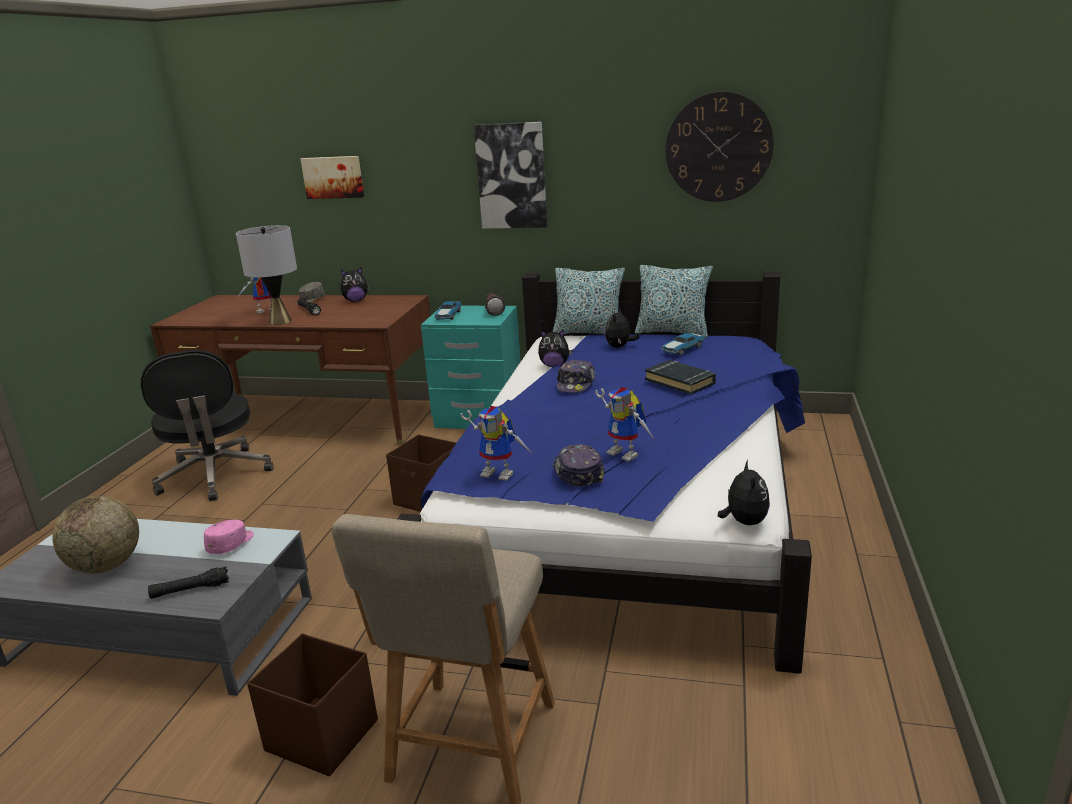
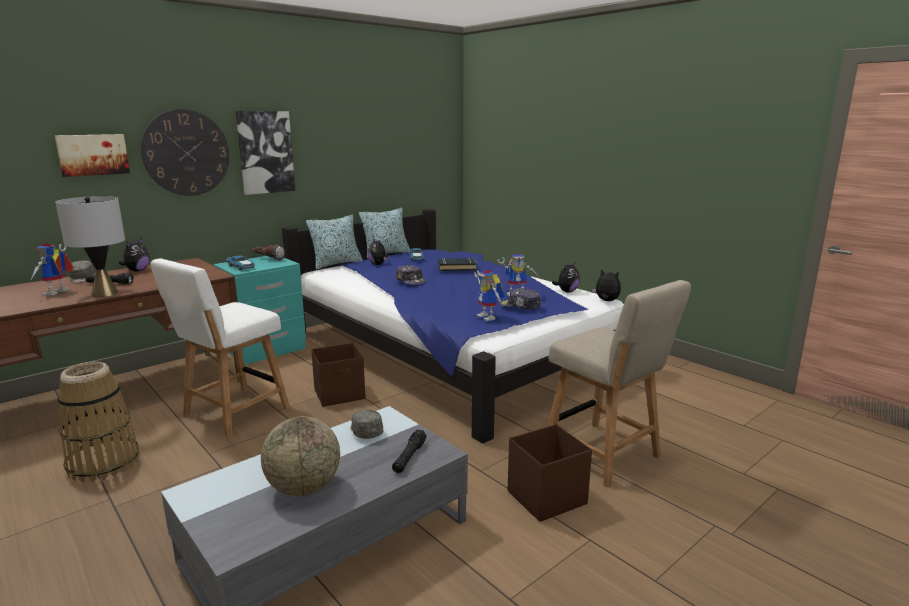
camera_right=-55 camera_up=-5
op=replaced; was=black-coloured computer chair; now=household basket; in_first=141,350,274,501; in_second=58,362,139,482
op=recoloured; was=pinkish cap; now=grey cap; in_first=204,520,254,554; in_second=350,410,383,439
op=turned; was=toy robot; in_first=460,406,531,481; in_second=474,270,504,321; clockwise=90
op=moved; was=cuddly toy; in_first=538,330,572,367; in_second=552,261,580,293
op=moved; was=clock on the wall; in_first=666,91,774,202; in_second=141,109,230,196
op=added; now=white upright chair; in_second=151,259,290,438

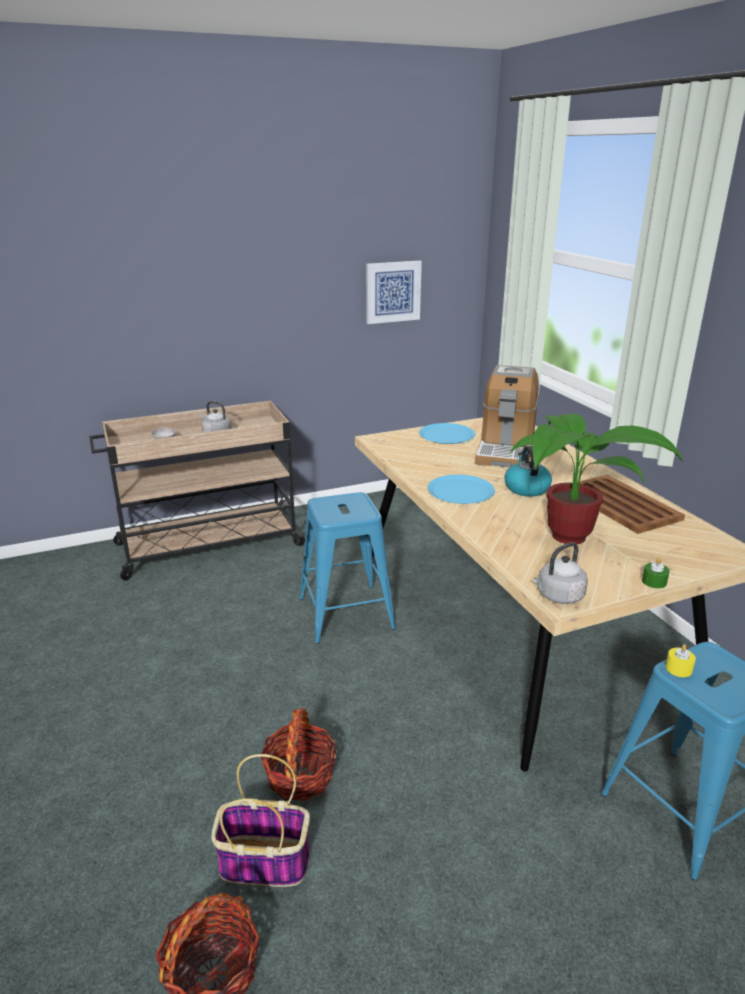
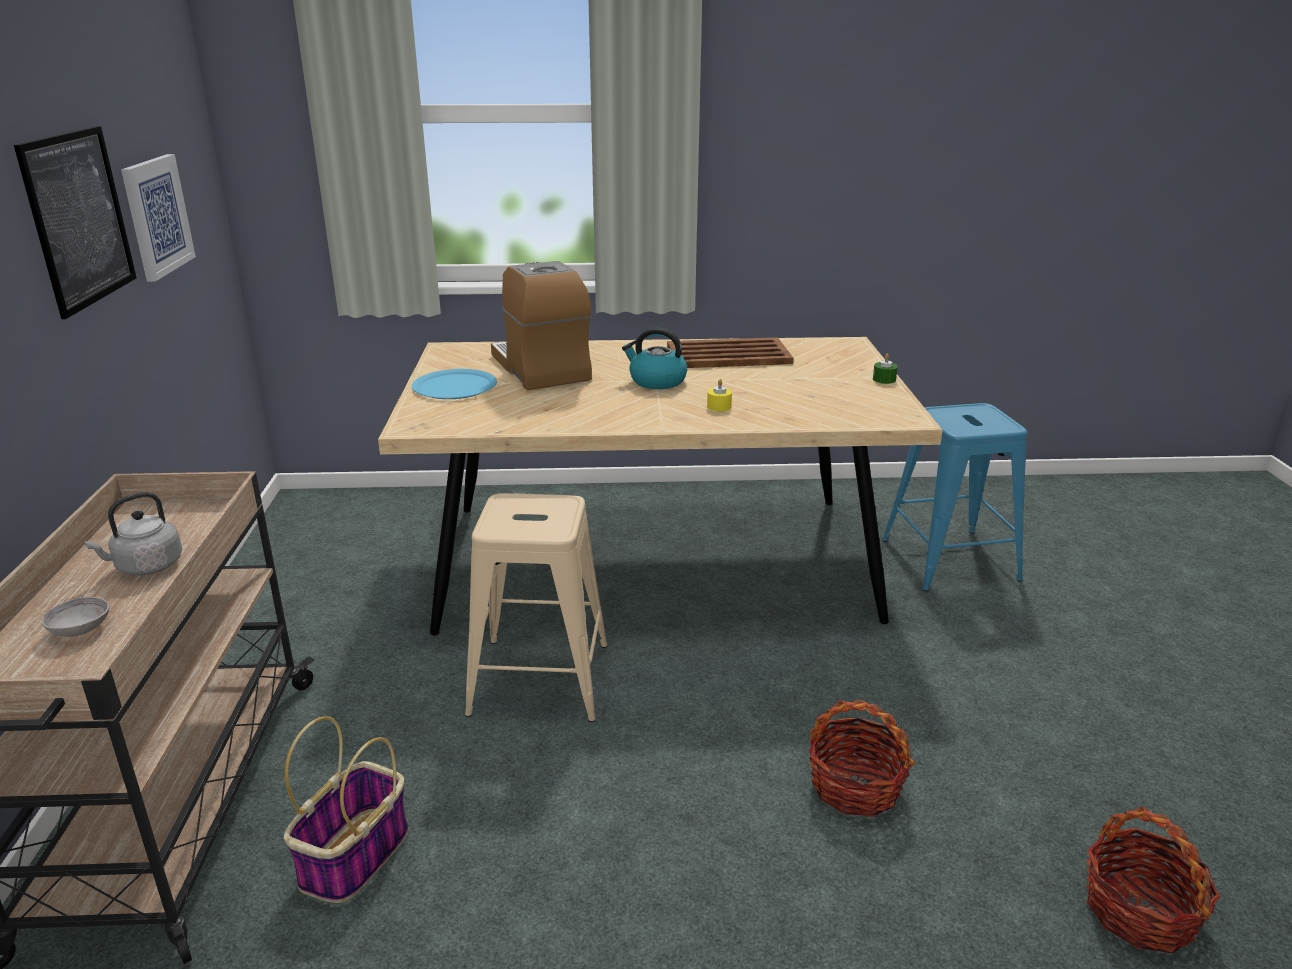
camera_right=-70 camera_up=0
op=moved; was=household basket; in_first=211,754,310,887; in_second=284,716,408,903
op=recoloured; was=blue-coloured stool seat; now=beige-coloured stool seat; in_first=299,492,396,644; in_second=465,493,608,722
op=removed; was=blue-coloured flat dish; in_first=428,475,495,504
op=turned; was=coffee brewer; in_first=475,365,539,467; in_second=491,261,592,390; clockwise=-150
op=removed; was=potted plant; in_first=510,413,684,544
op=removed; was=grey water kettle; in_first=533,542,588,604
op=moved; was=yellow candle; in_first=665,644,696,677; in_second=707,379,732,411
op=added; now=picture; in_second=14,126,137,319

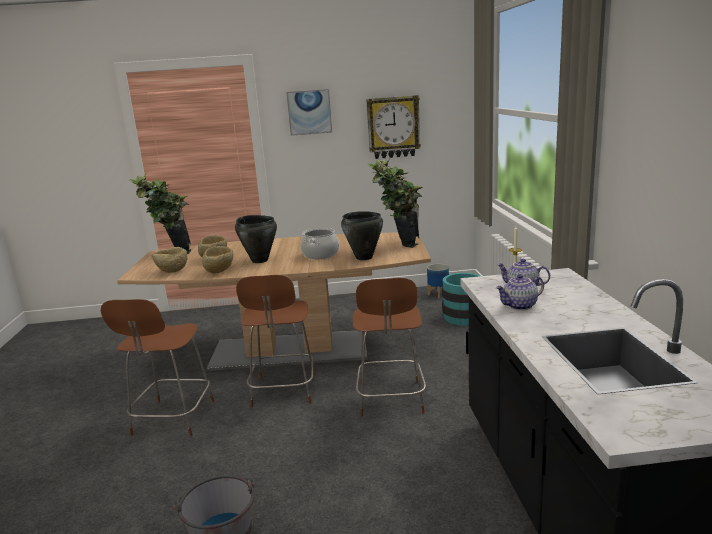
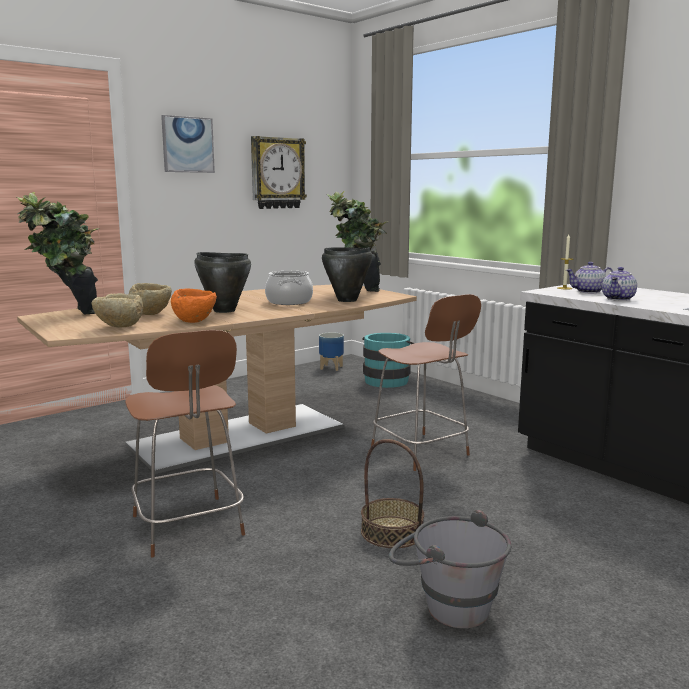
camera_right=-35 camera_up=-5
op=recoloured; was=beige-coloured deep dish; now=orangey deep dish; in_first=202,246,233,273; in_second=171,289,217,323
op=removed; was=brown-coloured upright chair; in_first=236,275,315,407
op=added; now=household basket; in_second=361,439,424,548

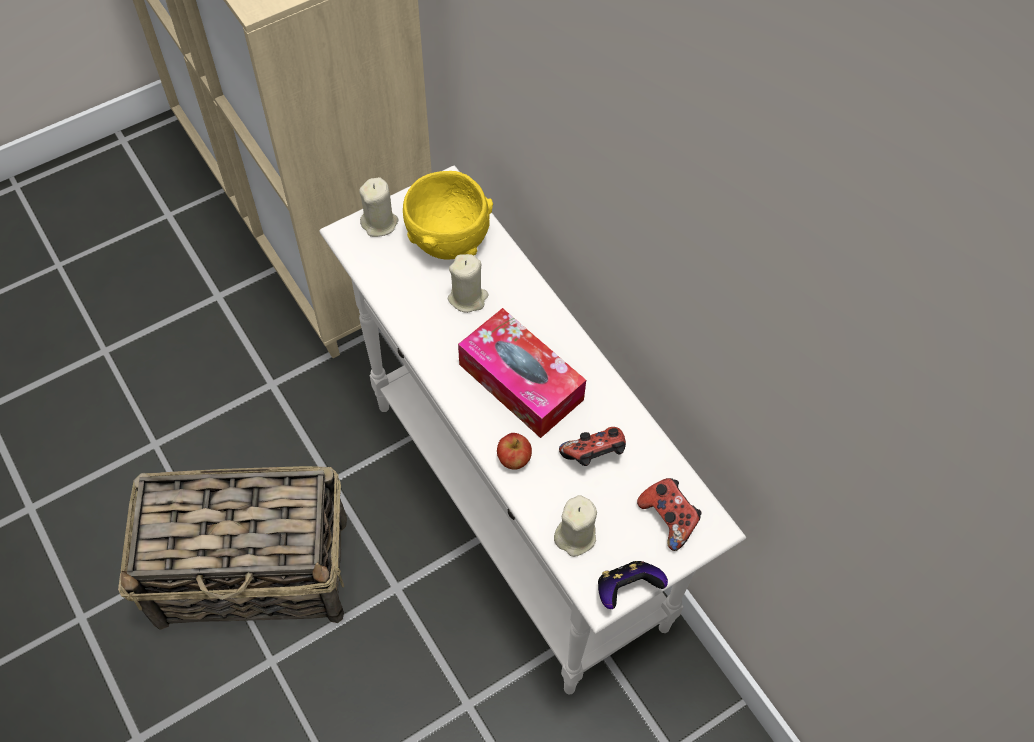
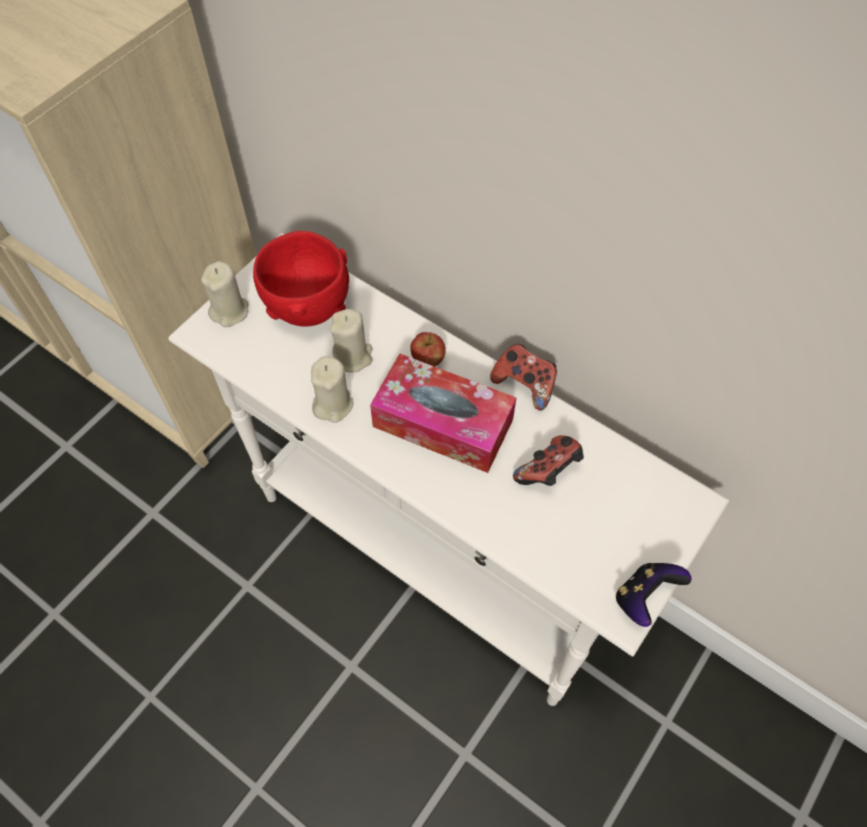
camera_right=-20 camera_up=0
op=removed; was=household basket; in_first=118,466,347,630
op=recoloured; was=yellow deep dish; now=red-coloured deep dish; in_first=403,171,493,260; in_second=253,231,349,327
op=moved; was=whole apple; in_first=497,433,532,470; in_second=410,332,446,367
op=moved; was=beige-coloured candle; in_first=554,495,597,557; in_second=311,356,354,423
op=moved; was=joypad; in_first=637,478,702,551; in_second=490,343,557,410

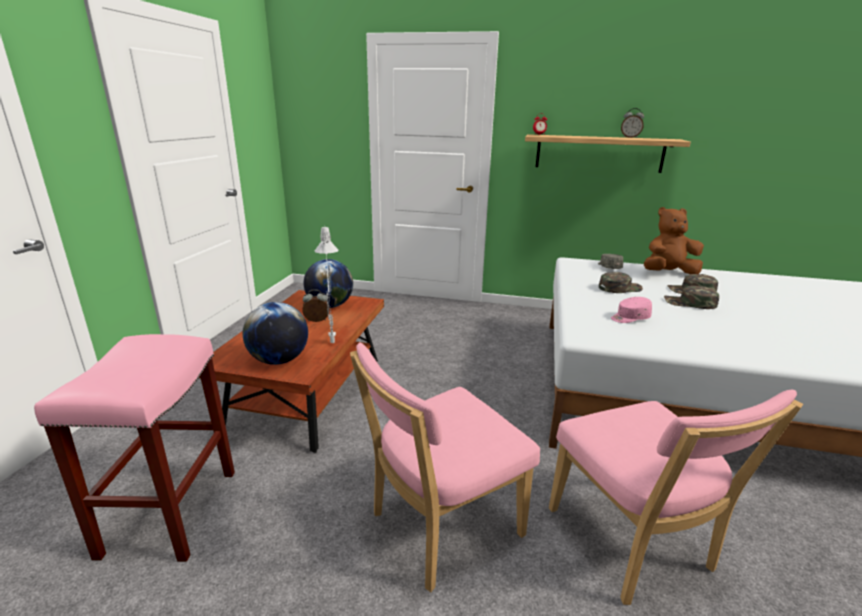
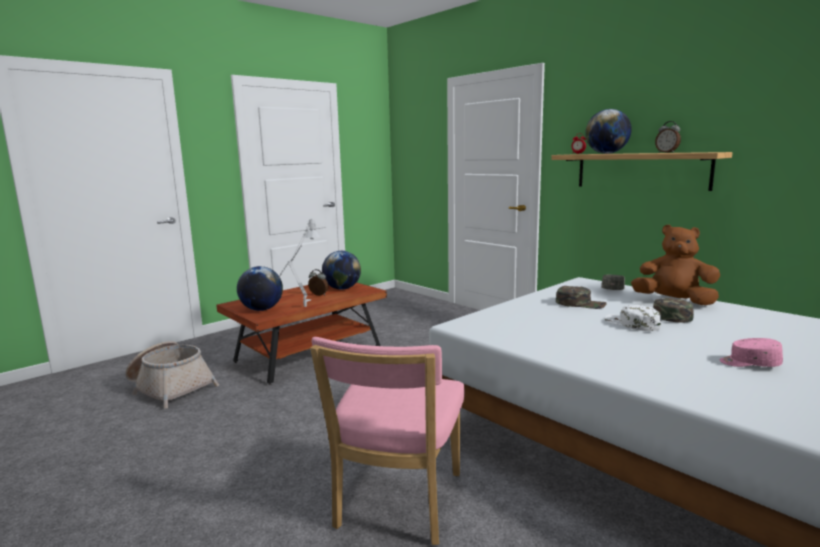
camera_right=35 camera_up=-10
op=replaced; was=pinkish stool seat; now=household basket; in_first=34,334,235,562; in_second=125,341,219,409
op=removed; was=pinkish upright chair; in_first=350,342,540,592
op=moved; was=pinkish cap; in_first=611,297,652,323; in_second=719,338,783,367
op=recoloured; was=green cap; now=white cap; in_first=664,286,719,309; in_second=605,305,661,331
op=added; now=desk globe; in_second=585,109,632,154

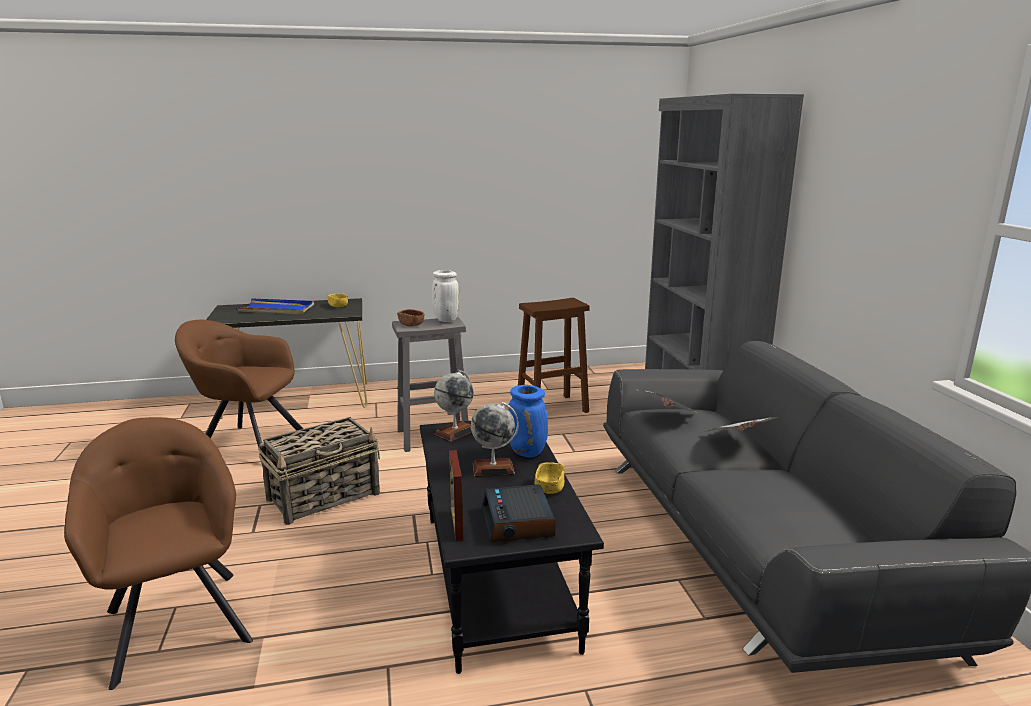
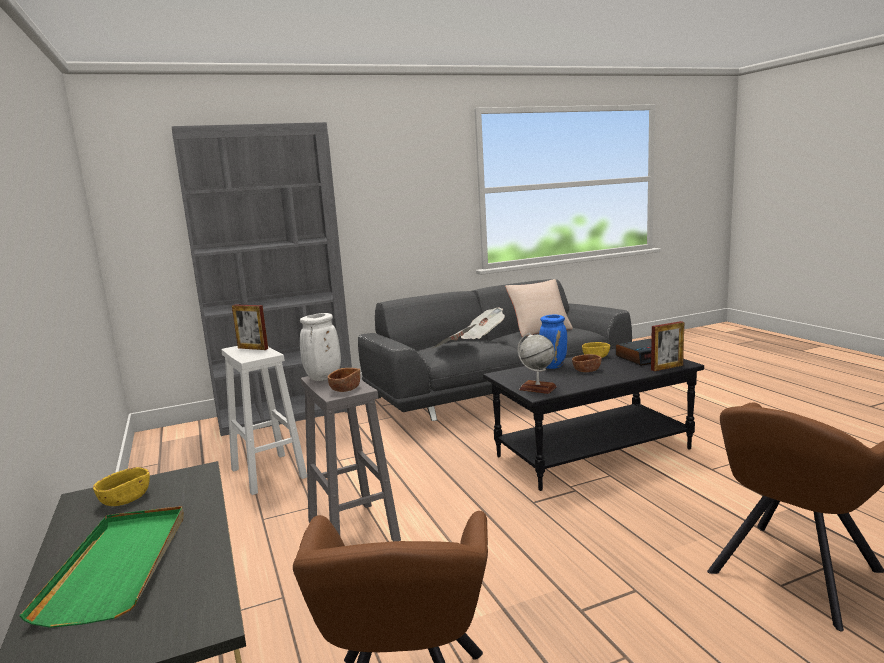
camera_right=-100 camera_up=-5
op=recoloured; was=blue-coloured tray; now=green tray; in_first=236,298,314,315; in_second=19,506,184,628
op=removed; was=household basket; in_first=258,417,380,525
op=replaced; was=desk globe; now=brown-coloured deep dish; in_first=471,402,519,477; in_second=572,354,602,372
op=recoloured; was=brown-coloured stool seat; now=white stool seat; in_first=518,298,590,413; in_second=221,346,307,495
op=added; now=picture frame; in_second=232,304,268,350
op=added; now=beige-coloured throw pillow; in_second=505,279,573,337

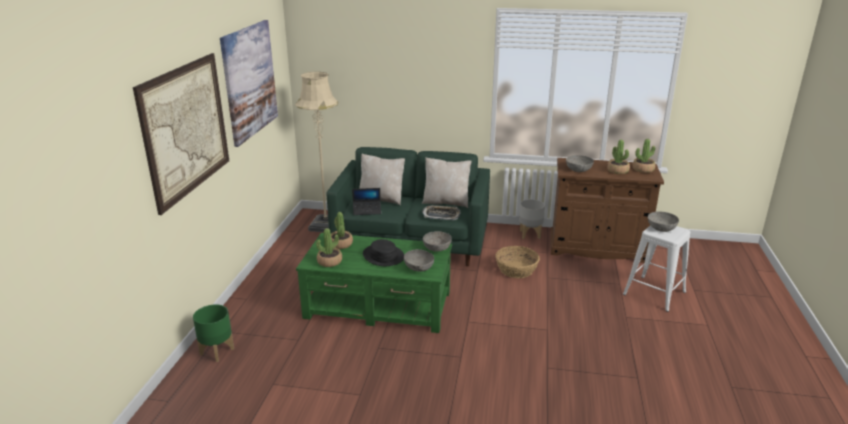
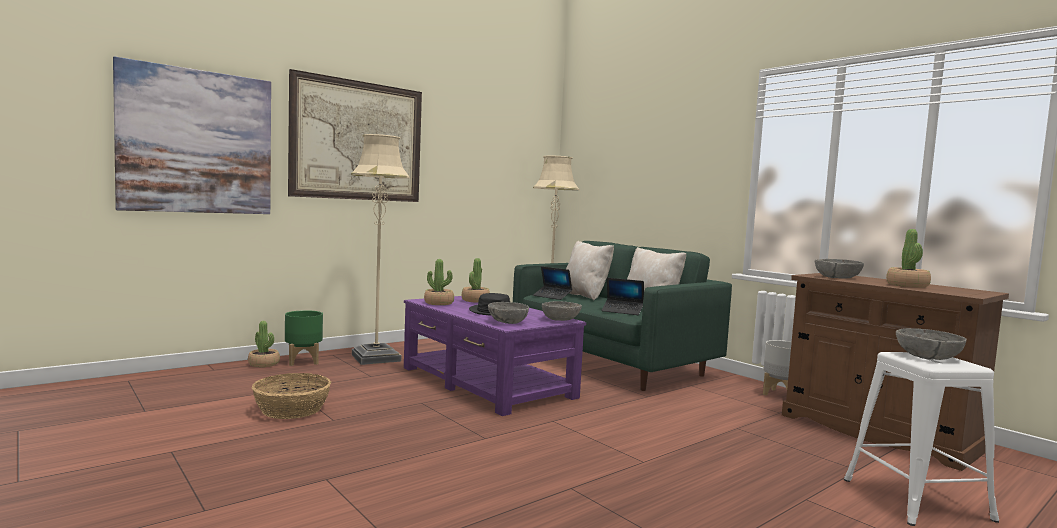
camera_right=40 camera_up=-20
op=moved; was=picture; in_first=220,20,278,147; in_second=113,57,271,214
op=recoloured; was=green low table; now=purplish low table; in_first=296,233,452,333; in_second=404,296,586,416
op=replaced; was=tray; now=laptop; in_first=422,205,461,220; in_second=601,278,644,315
op=moved; was=household basket; in_first=495,246,540,278; in_second=252,373,331,419
op=moved; was=potted plant; in_first=632,139,655,173; in_second=248,321,280,367
op=added; now=beige-coloured standing lamp; in_second=351,134,410,365

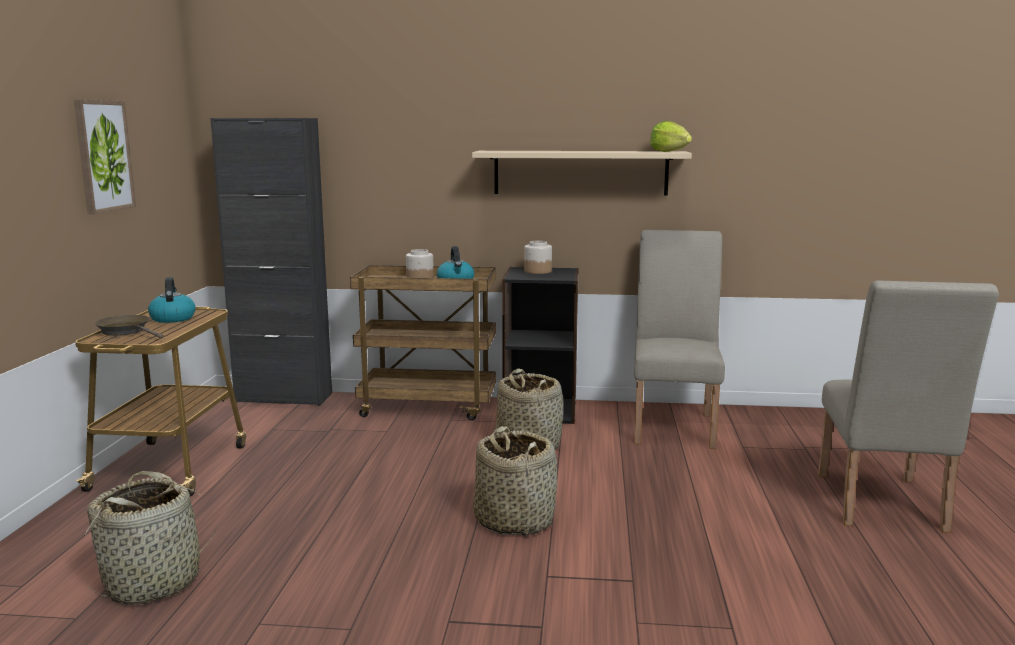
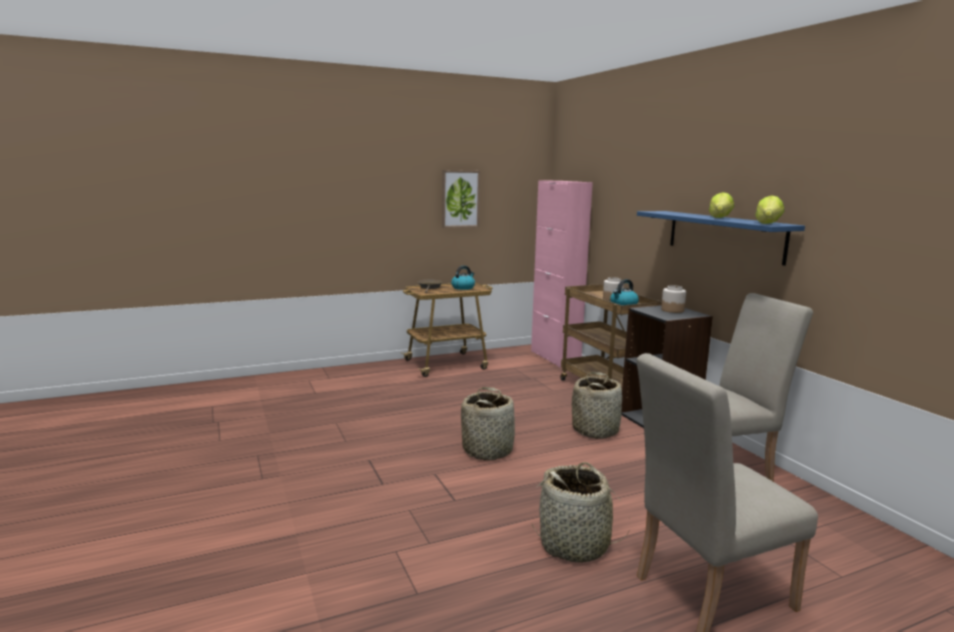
camera_right=60 camera_up=0
op=moved; was=household basket; in_first=86,471,217,605; in_second=532,462,630,563
op=recoloured; was=black-coloured storage cabinet; now=pinkish storage cabinet; in_first=210,118,332,406; in_second=531,180,593,368
op=recoloured; was=beige-coloured bracket shelf; now=blue-coloured bracket shelf; in_first=472,151,692,195; in_second=637,211,805,266
op=added; now=lettuce head; in_second=709,192,734,218

